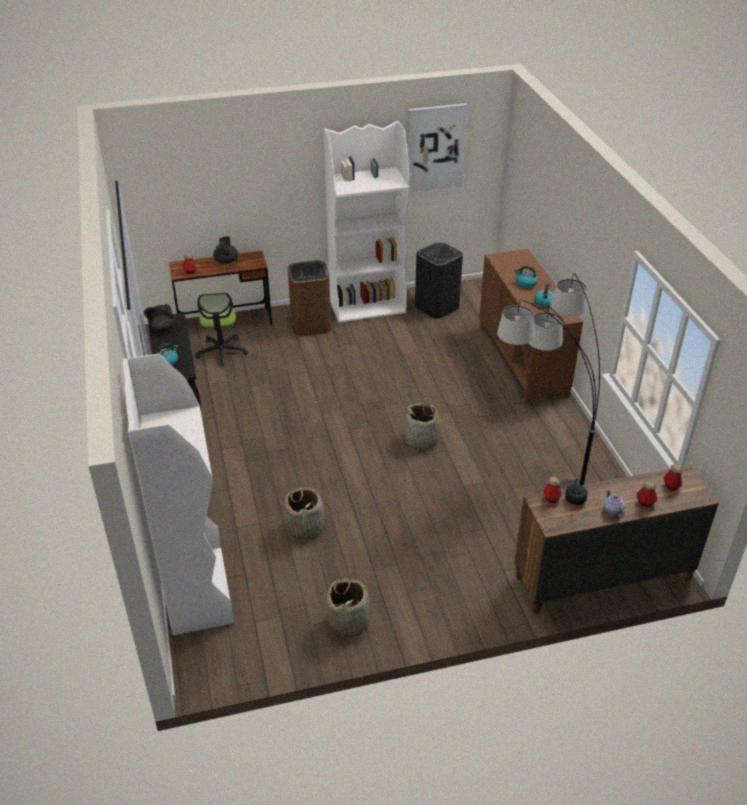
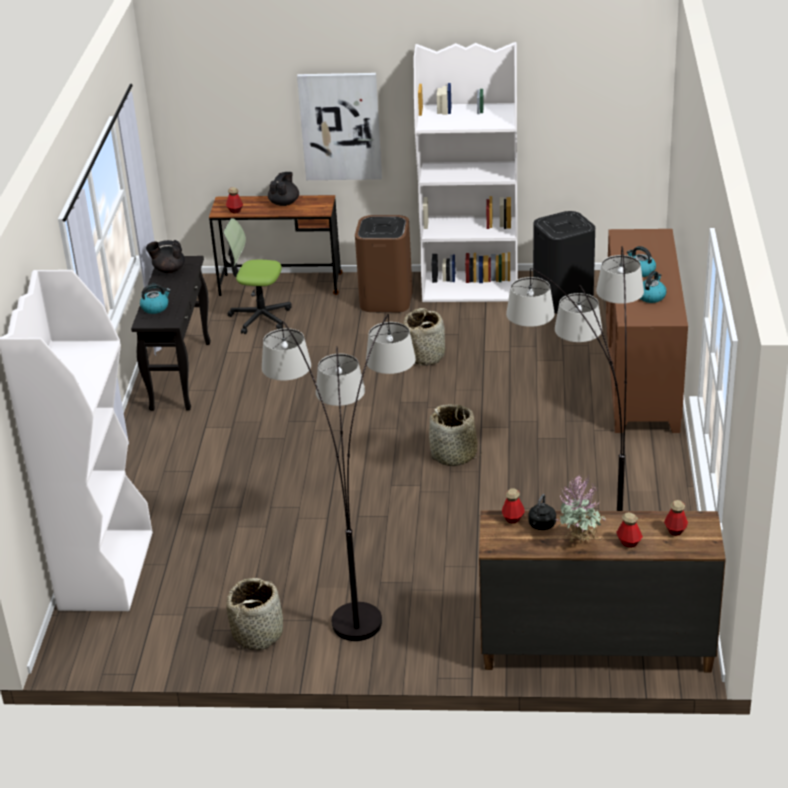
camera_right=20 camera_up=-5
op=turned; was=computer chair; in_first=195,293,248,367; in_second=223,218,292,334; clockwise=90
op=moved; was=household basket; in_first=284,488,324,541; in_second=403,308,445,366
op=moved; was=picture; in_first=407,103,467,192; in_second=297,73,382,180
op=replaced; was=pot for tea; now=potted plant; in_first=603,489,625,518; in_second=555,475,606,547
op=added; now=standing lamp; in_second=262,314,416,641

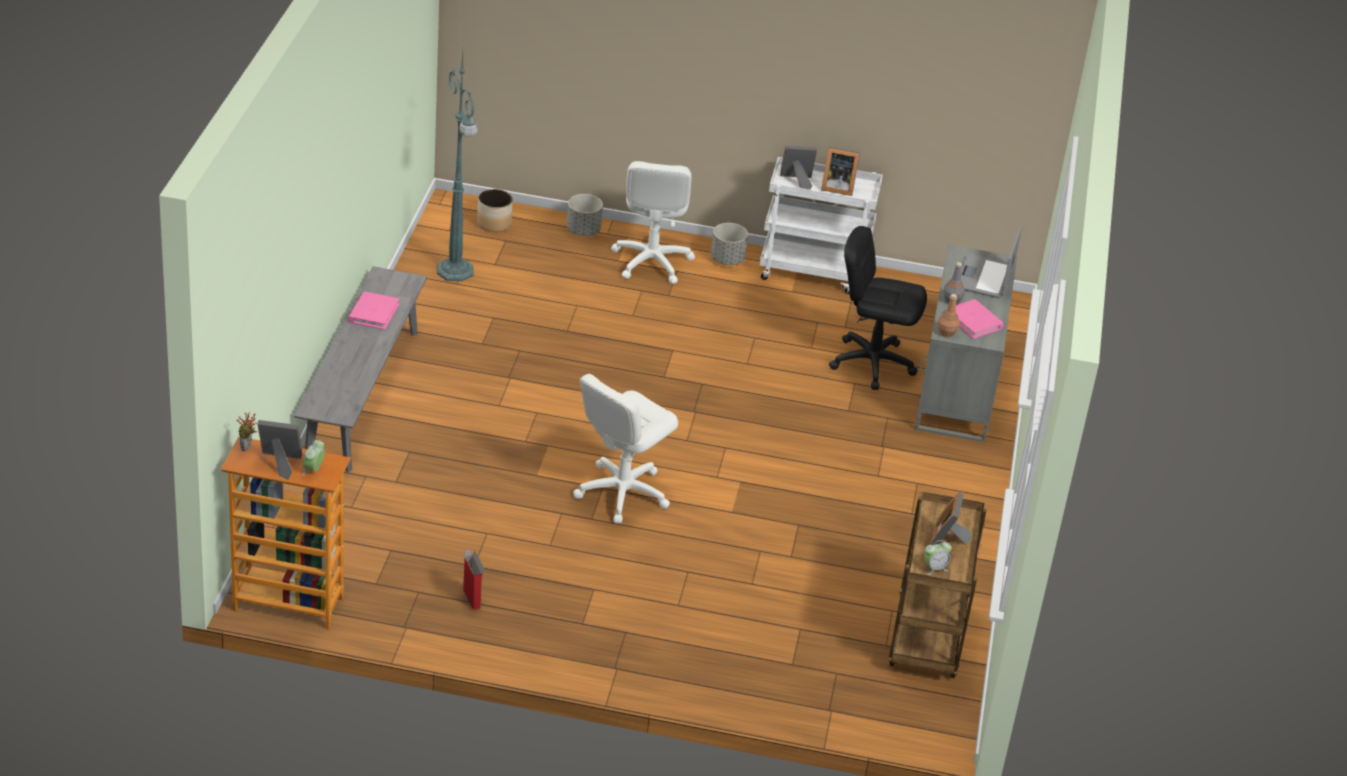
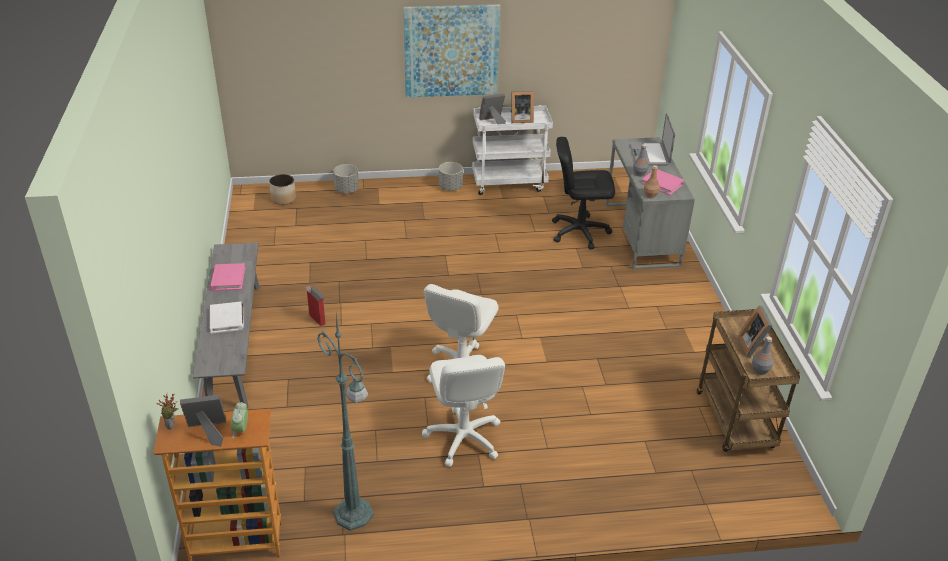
camera_right=-15 camera_up=0
op=moved; was=green standing lamp; in_first=437,53,478,281; in_second=317,313,374,531
op=moved; was=carton; in_first=463,549,485,610; in_second=305,285,326,326
op=moved; was=white computer chair; in_first=611,161,695,284; in_second=422,355,505,467
op=replaced; was=alarm clock; now=grey bottle; in_first=924,540,952,575; in_second=752,336,773,375
op=added; now=white bound book; in_second=210,302,244,334
op=added; now=picture; in_second=403,4,500,97

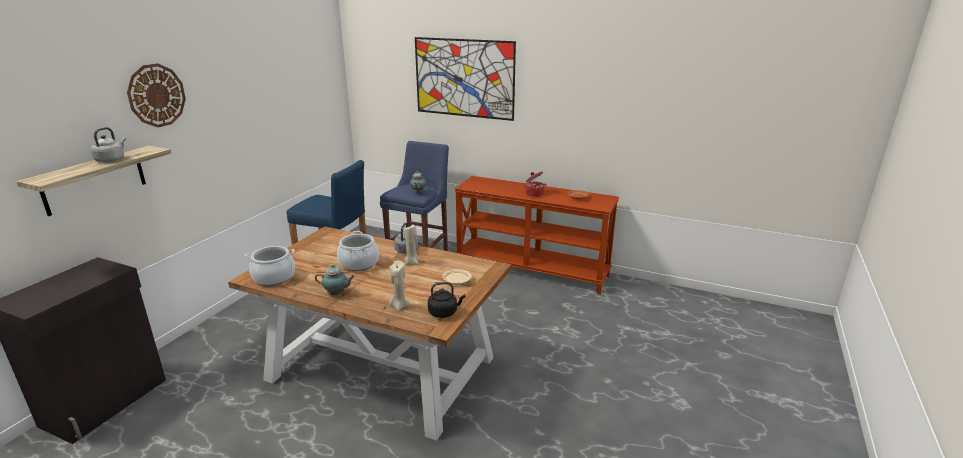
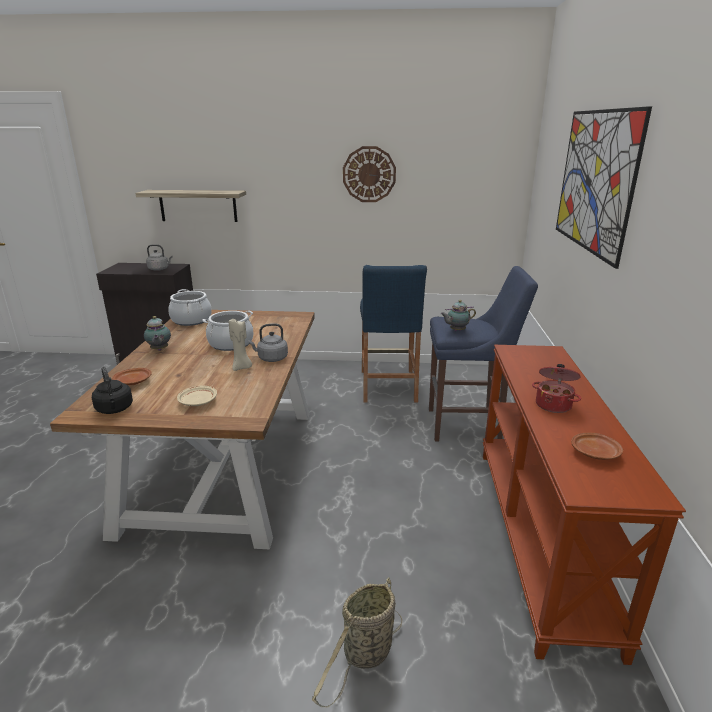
camera_right=70 camera_up=0
op=moved; was=grey water kettle; in_first=91,127,126,162; in_second=146,244,172,271
op=moved; was=clock on the wall; in_first=127,63,186,127; in_second=343,146,396,202
op=replaced; was=beige-coloured candle; now=brown-coloured flat dish; in_first=389,261,408,311; in_second=112,368,152,385
op=added; now=household basket; in_second=312,577,402,707

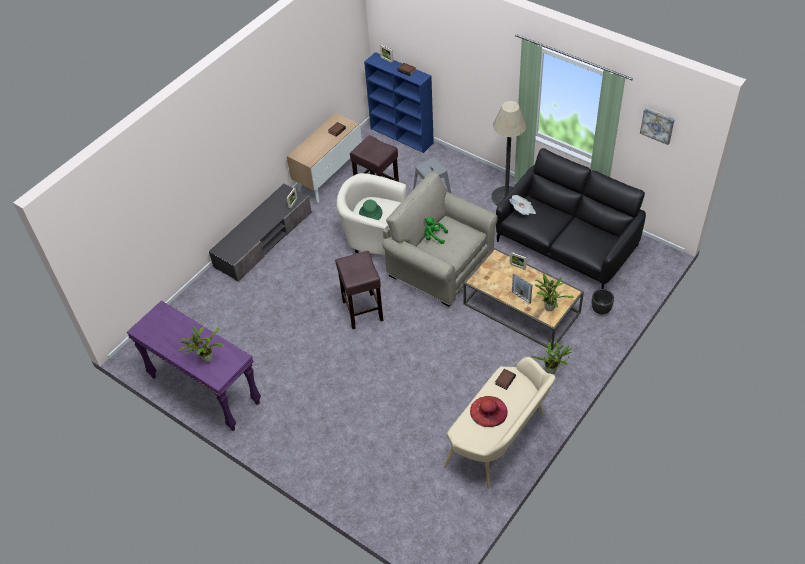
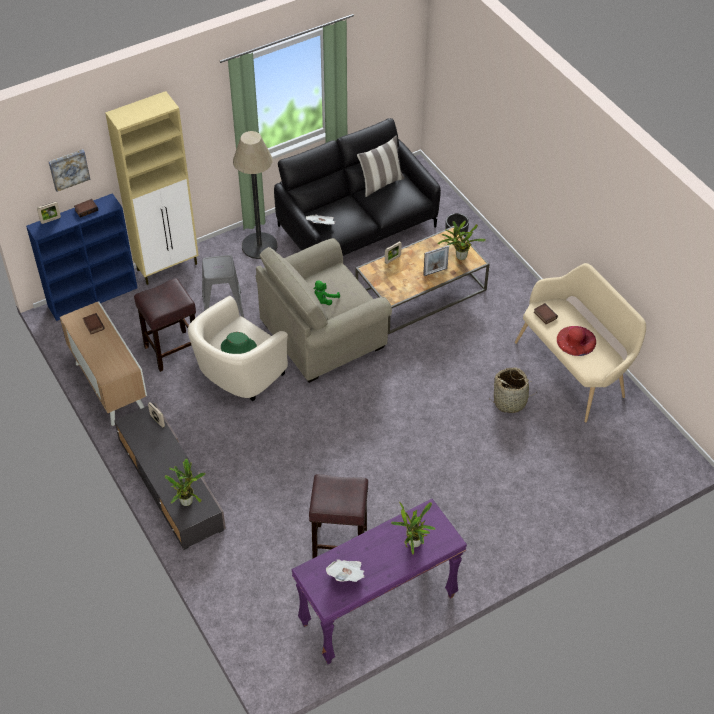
camera_right=-70 camera_up=0
op=moved; was=brown-coloured stool seat; in_first=335,251,383,329; in_second=309,474,368,558
op=moved; was=potted plant; in_first=531,341,572,374; in_second=165,458,206,506
op=moved; was=picture; in_first=640,108,675,145; in_second=49,149,90,192
op=added; now=beige-coloured storage cabinet; in_second=105,91,199,285
op=added; now=newspaper; in_second=326,559,365,582
op=added; now=throw pillow; in_second=357,135,405,197
op=added; now=household basket; in_second=489,368,536,413

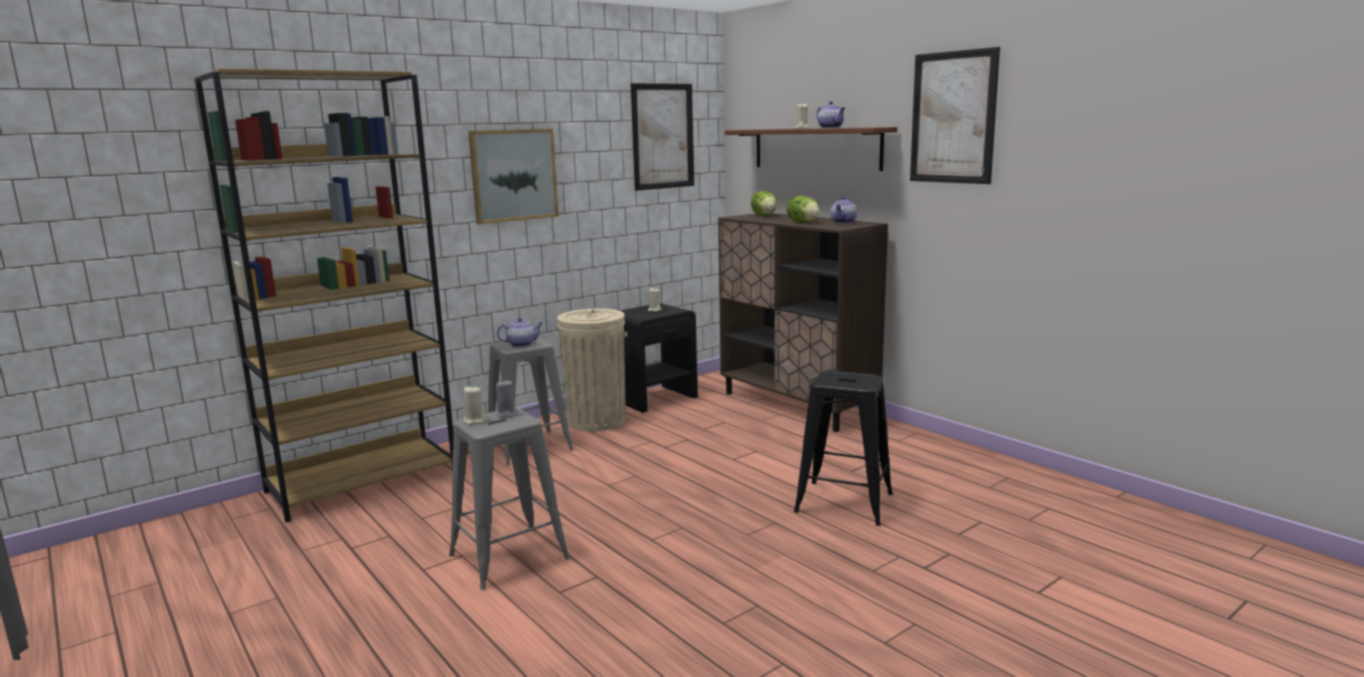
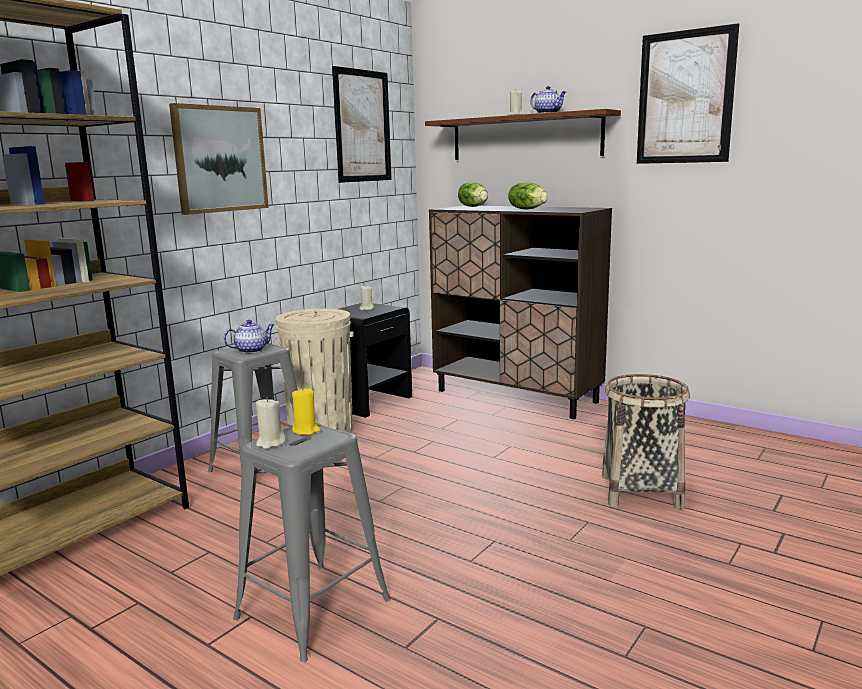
camera_right=-15 camera_up=0
op=recoloured; was=grey candle; now=yellow candle; in_first=496,380,518,418; in_second=292,387,321,435
op=replaced; was=black-coloured stool seat; now=household basket; in_first=794,370,893,526; in_second=602,374,690,510
op=removed; was=pot for tea; in_first=830,197,857,224

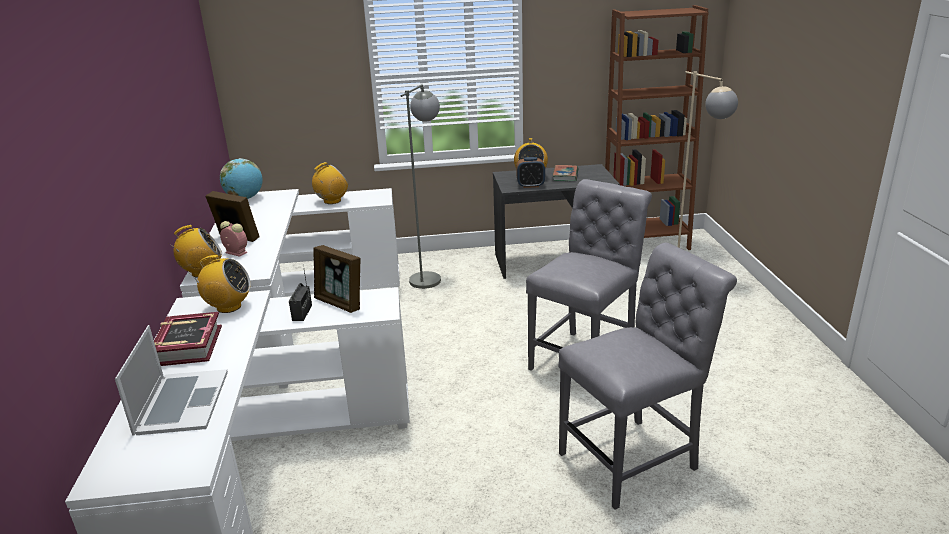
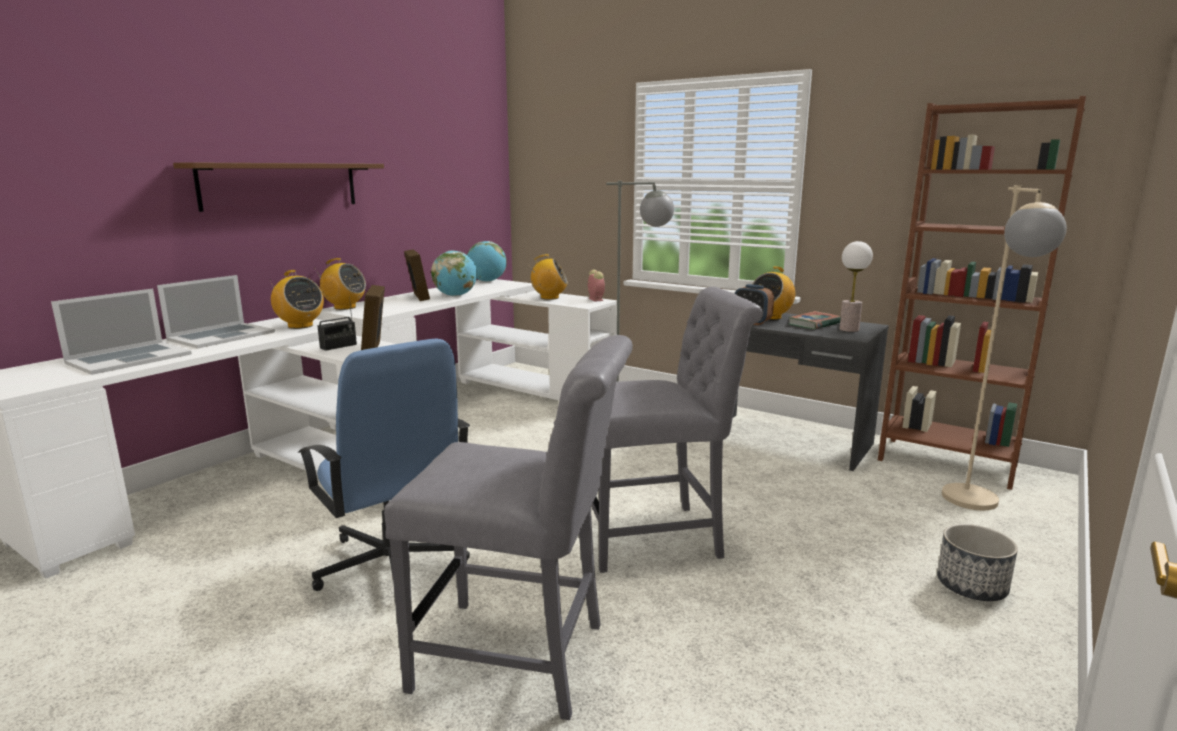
camera_right=40 camera_up=-10
op=replaced; was=bound book; now=laptop; in_first=154,312,222,366; in_second=157,275,275,348
op=moved; was=alarm clock; in_first=220,221,247,257; in_second=588,270,605,302
op=added; now=brown-coloured bracket shelf; in_second=173,162,384,212
op=added; now=blue-coloured computer chair; in_second=298,338,470,591
op=added; now=desk globe; in_second=431,251,477,297
op=added; now=table lamp; in_second=839,241,873,332
op=added; now=planter; in_second=937,524,1018,601

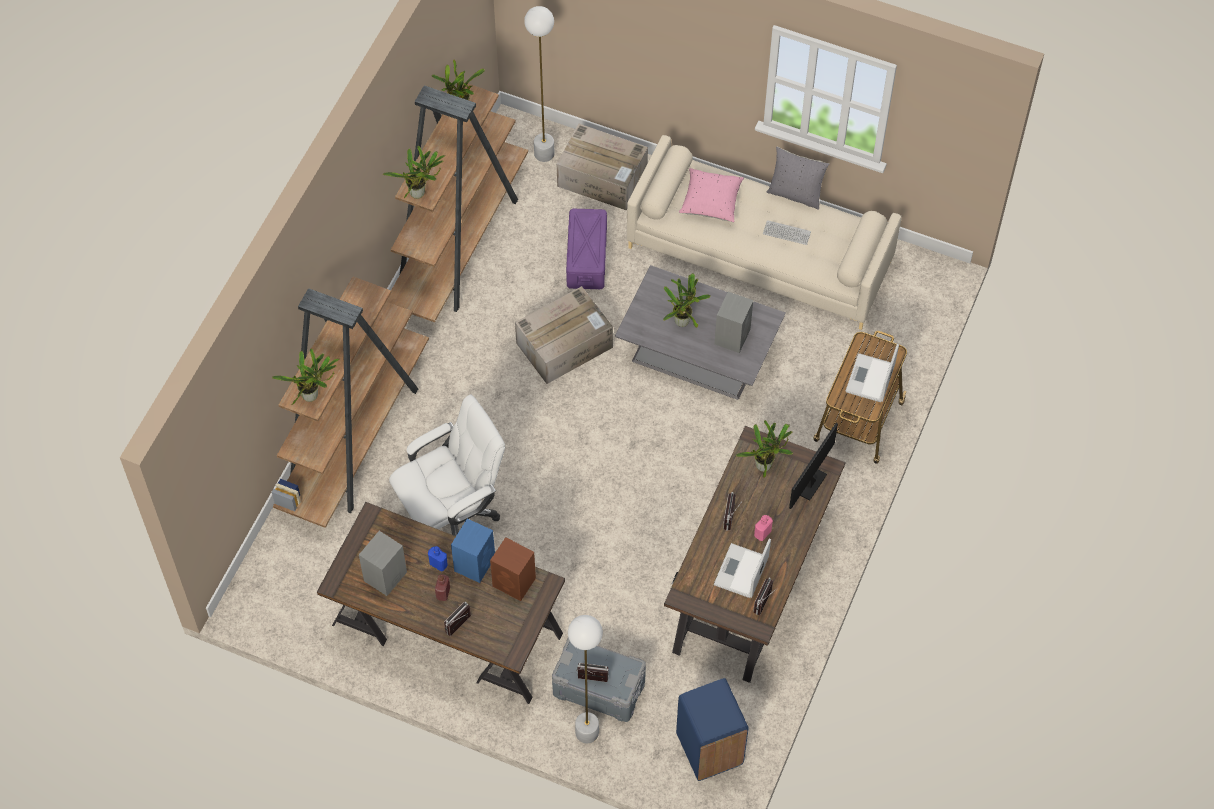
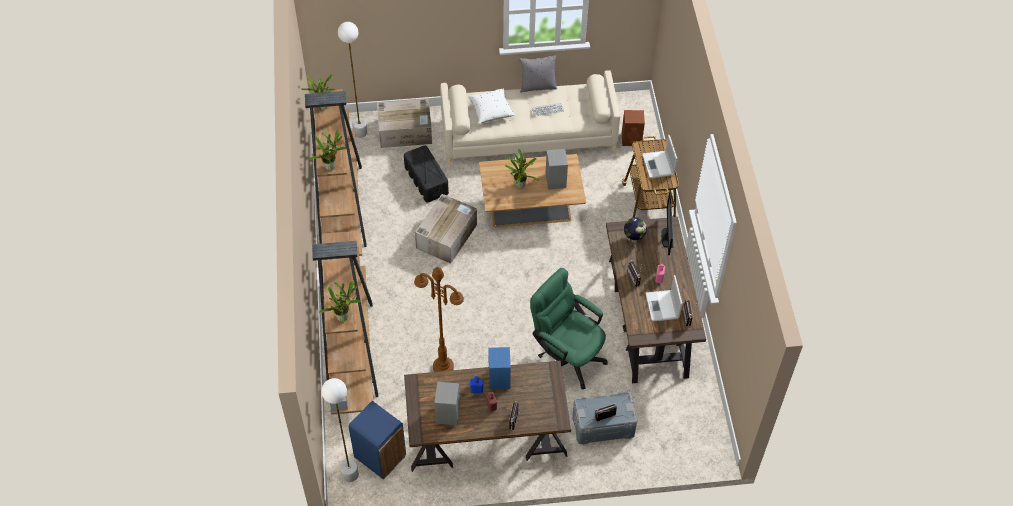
camera_right=-30 camera_up=-5
op=replaced; was=white computer chair; now=brown-coloured standing lamp; in_first=389,395,505,536; in_second=414,267,464,372
op=moved; was=brown-coloured audio speaker; in_first=490,537,536,601; in_second=622,110,645,146
op=recoloured; was=purplish storage box; now=black-coloured storage box; in_first=566,209,607,289; in_second=404,145,449,202
op=moved; was=white standing lamp; in_first=568,615,603,743; in_second=321,378,359,482
op=recoloured; was=grey low table; now=brown-coloured low table; in_first=615,265,786,400; in_second=479,154,586,228
op=moved; was=blue-coloured trash can; in_first=676,678,749,781; in_second=349,401,406,479
op=recoloured; was=pinkish throw pillow; now=white throw pillow; in_first=679,168,744,222; in_second=468,88,515,124
op=replaced; was=potted plant; now=desk globe; in_first=736,420,793,478; in_second=624,217,647,247
op=added; now=green computer chair; in_second=530,268,608,389

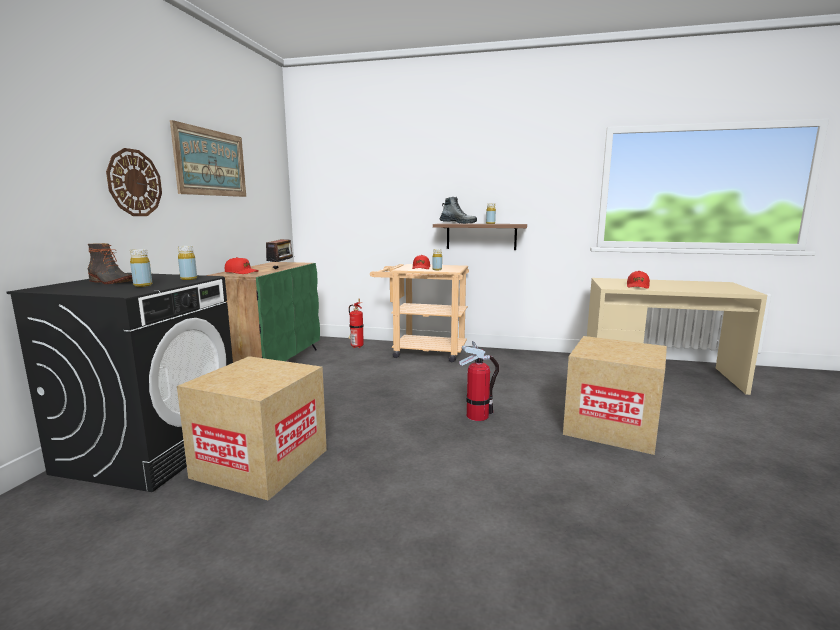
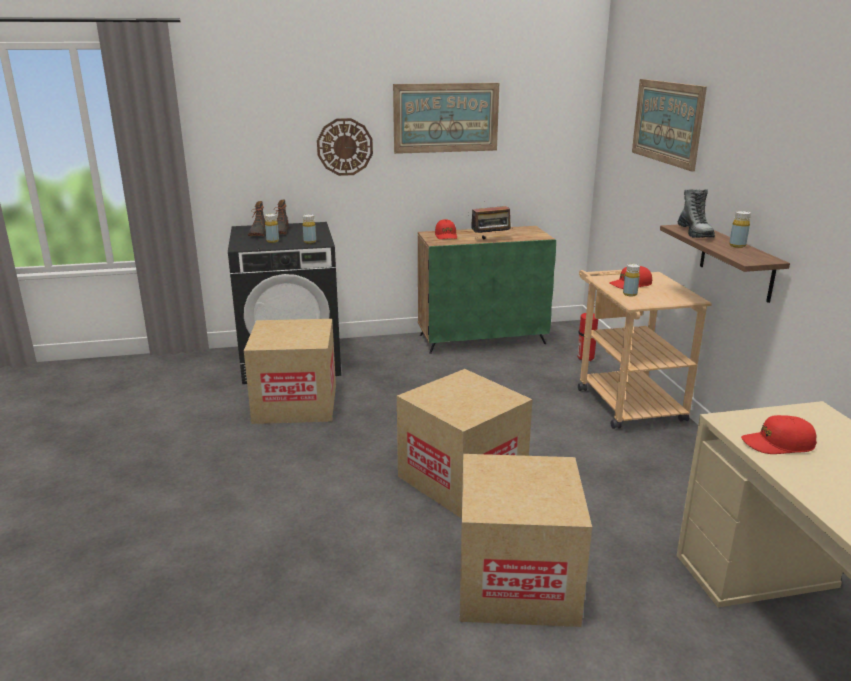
camera_right=65 camera_up=10
op=replaced; was=fire extinguisher; now=carton; in_first=459,341,499,421; in_second=397,369,533,519
op=added; now=boot; in_second=248,201,266,236
op=added; now=picture; in_second=632,79,707,172

